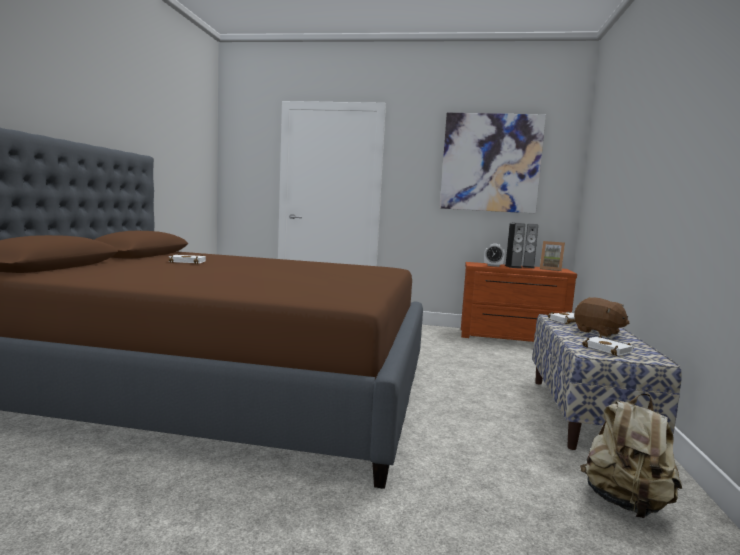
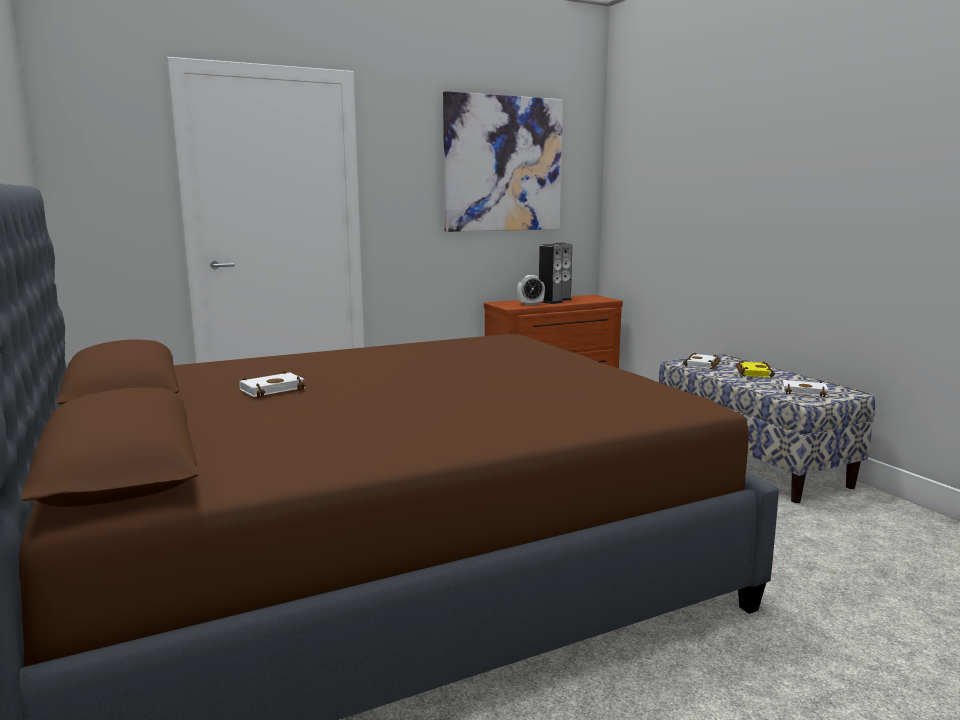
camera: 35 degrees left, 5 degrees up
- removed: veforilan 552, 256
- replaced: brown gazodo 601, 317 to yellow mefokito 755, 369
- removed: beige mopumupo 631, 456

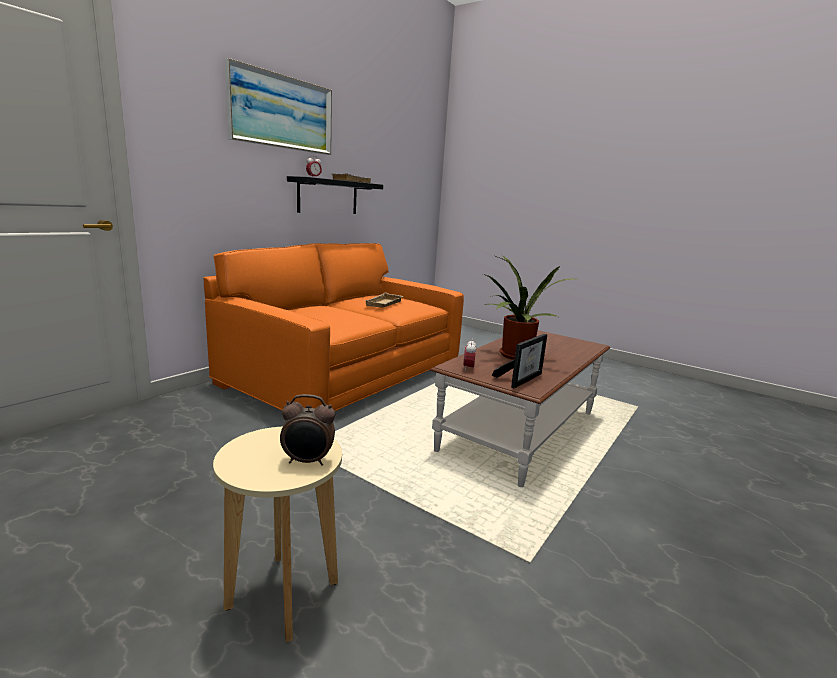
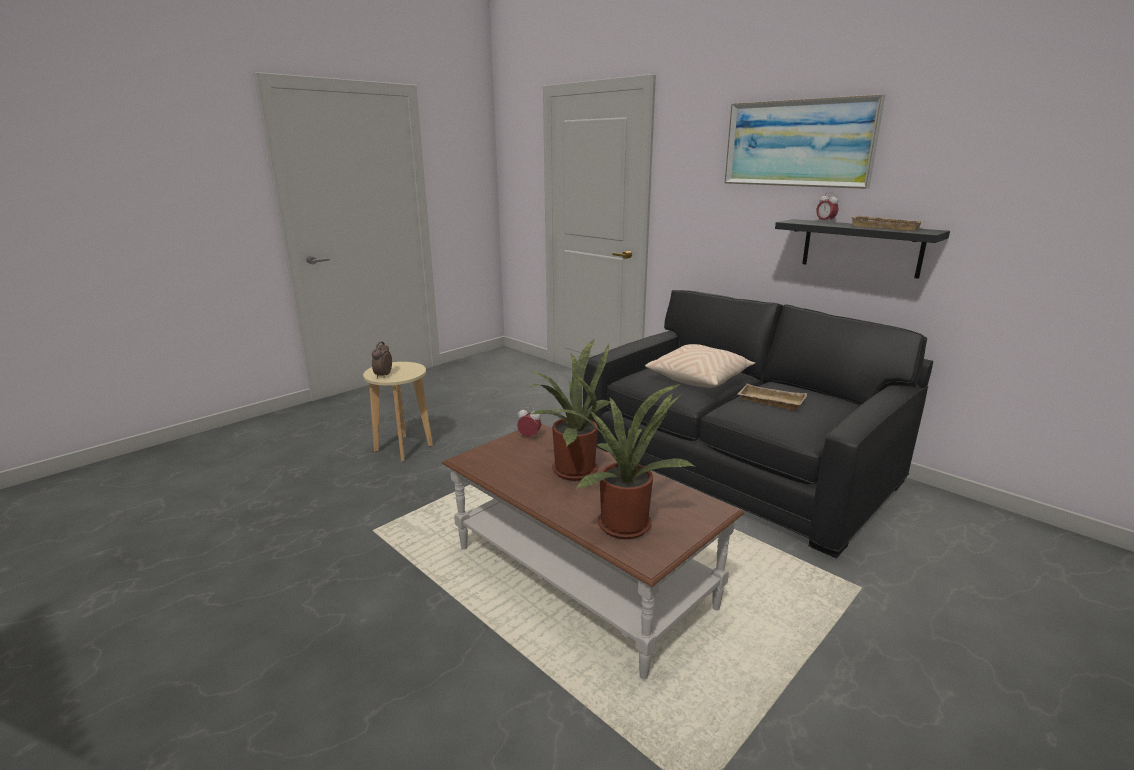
camera: 100 degrees right, 5 degrees up
- recoloured: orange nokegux 334, 327 to black nokegux 758, 424
- removed: veforilan 519, 361
- added: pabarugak 623, 461
- added: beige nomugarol 700, 366

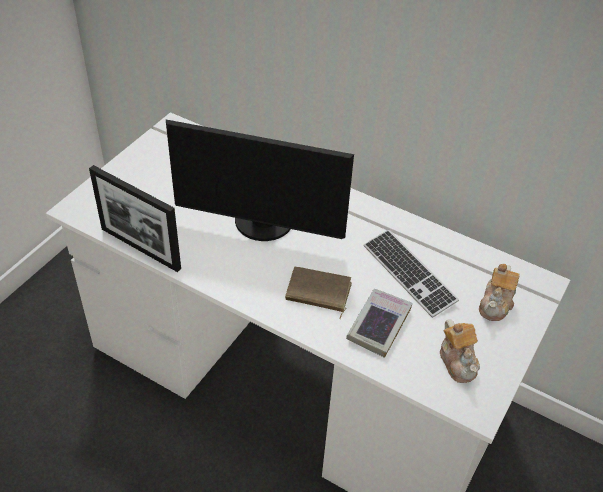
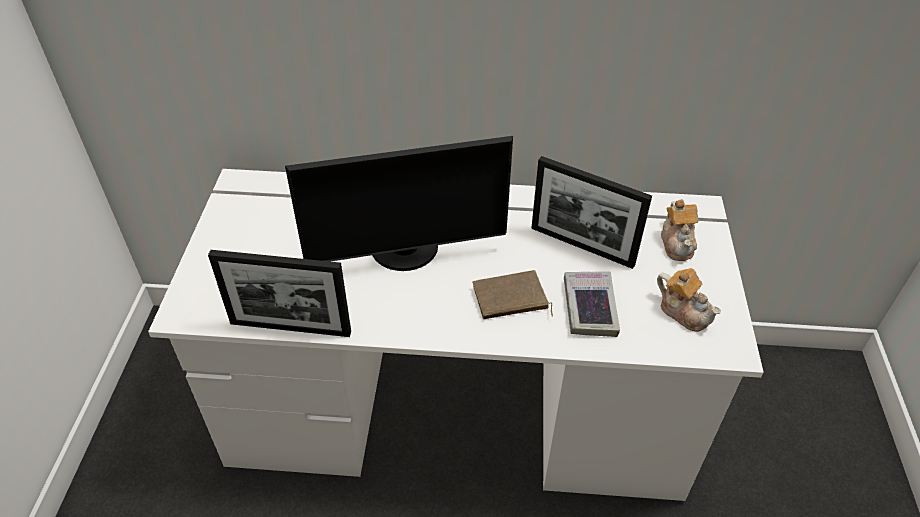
camera: 25 degrees left, 0 degrees up
- replaced: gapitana 411, 274 to veforilan 591, 212

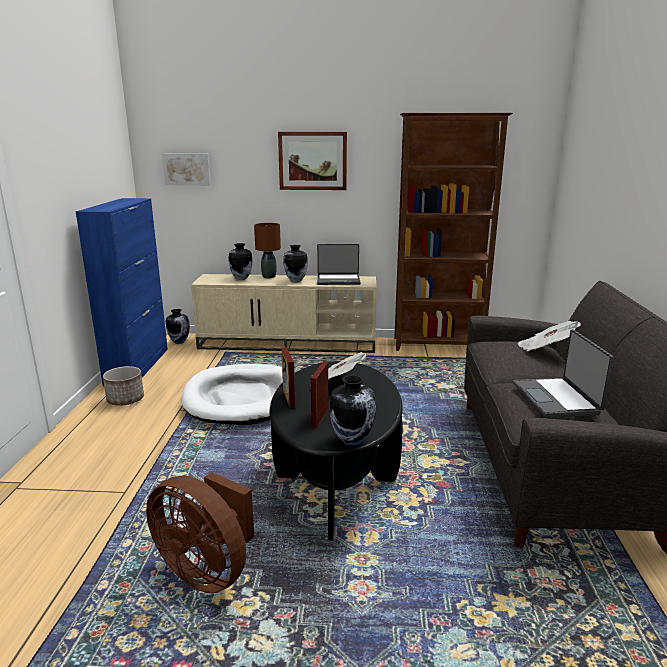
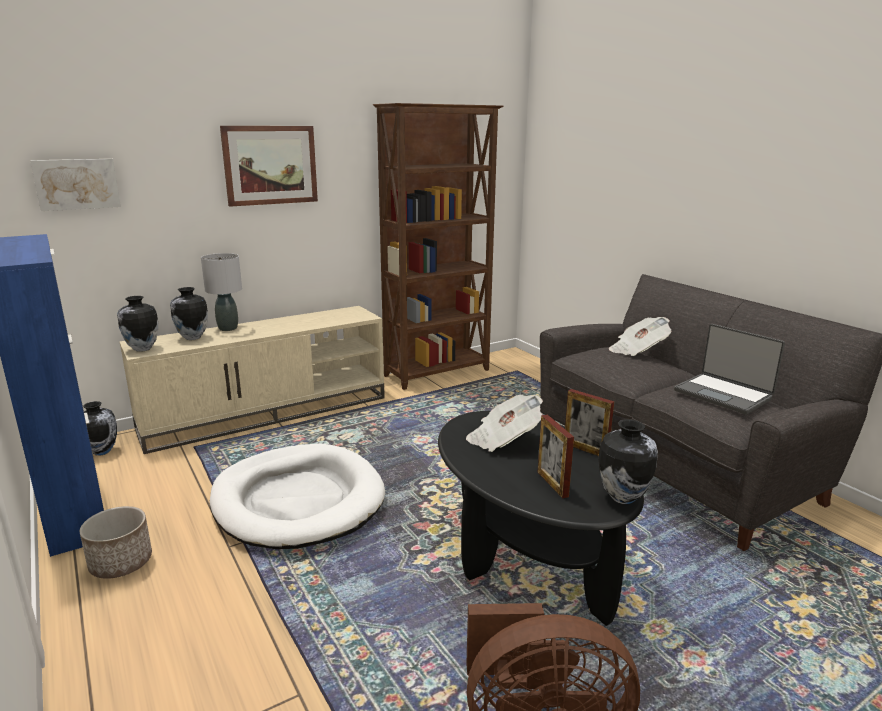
camera: 35 degrees left, 0 degrees up
- recoloured: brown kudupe 267, 250 to grey kudupe 221, 292
- moved: veforilan 288, 378 to 589, 422
- moved: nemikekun 296, 263 to 137, 324
- removed: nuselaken 339, 264

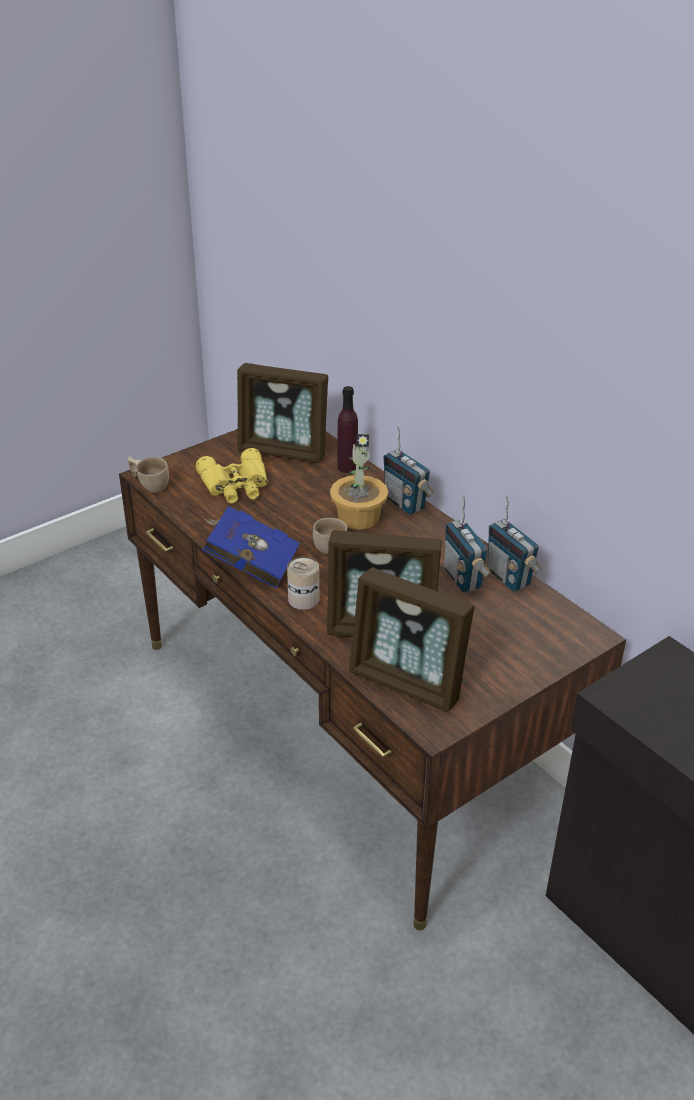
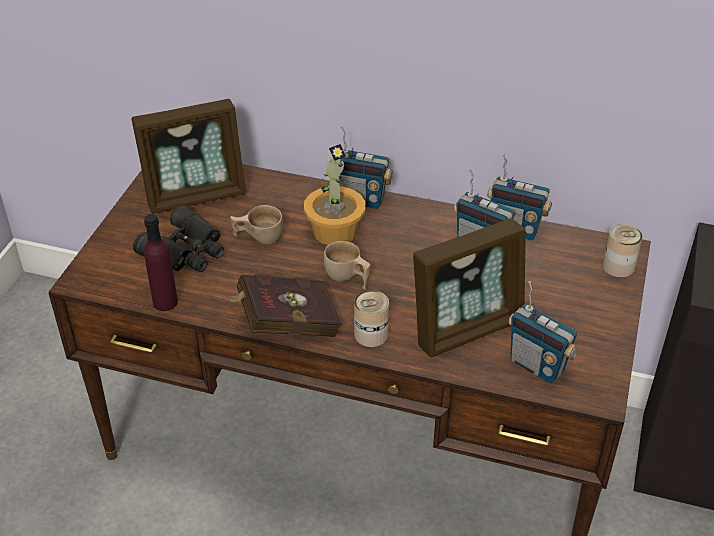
camera: 35 degrees left, 5 degrees up
- moved: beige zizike 148, 474 to 256, 224
- recoloured: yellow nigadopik 232, 475 to black nigadopik 178, 238
- recoloured: blue mefokito 251, 547 to red mefokito 283, 305
- moved: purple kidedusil 348, 429 to 161, 262
- replaced: veforilan 412, 639 to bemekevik 543, 332
- added: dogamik 623, 250

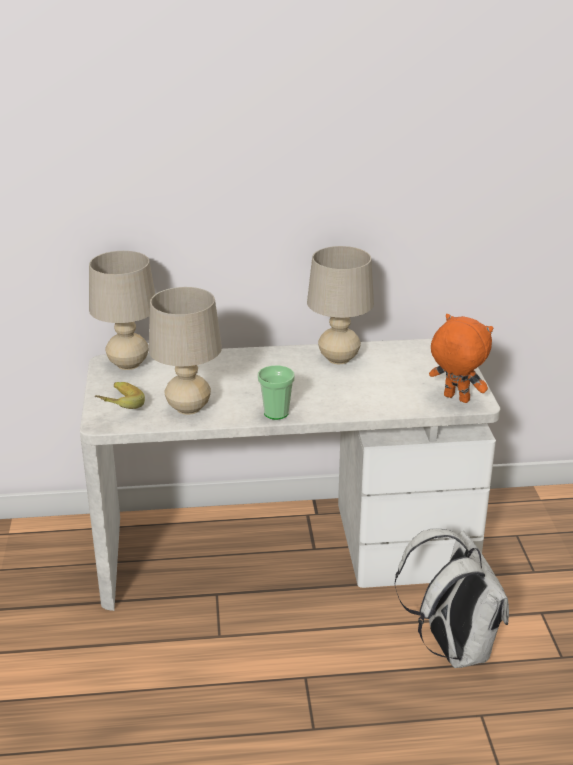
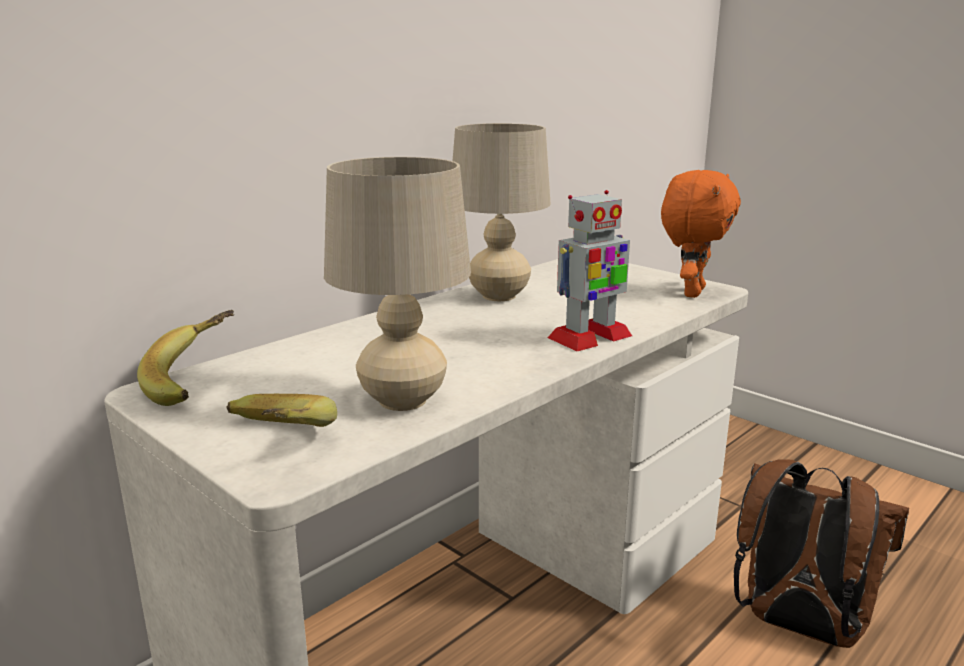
camera: 40 degrees left, 10 degrees down
- replaced: beige kudupe 122, 310 to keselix 185, 358
- removed: zizike 276, 392
- recoloured: white mopumupo 452, 598 to brown mopumupo 821, 554
- turned: orange gazodo 461, 358 = 701, 234 120 degrees clockwise
- added: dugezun 589, 270

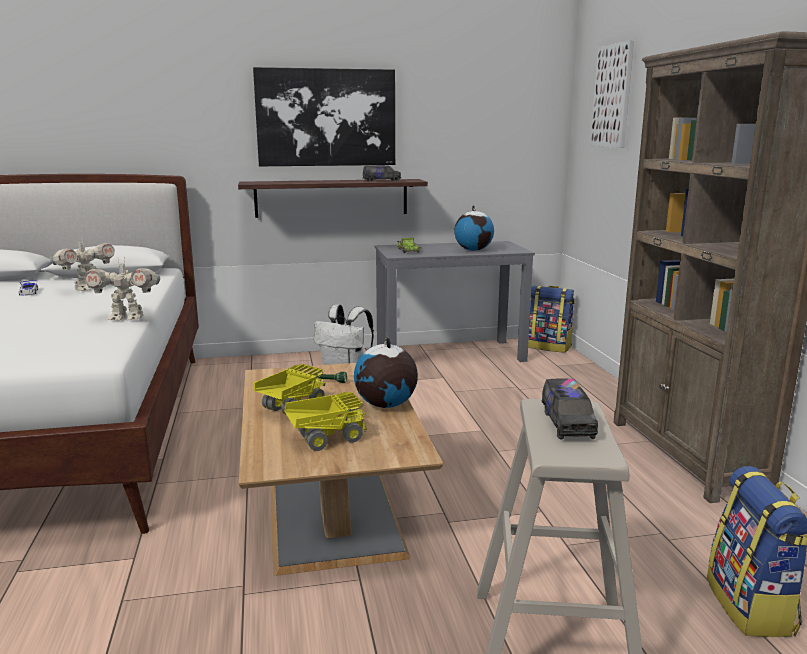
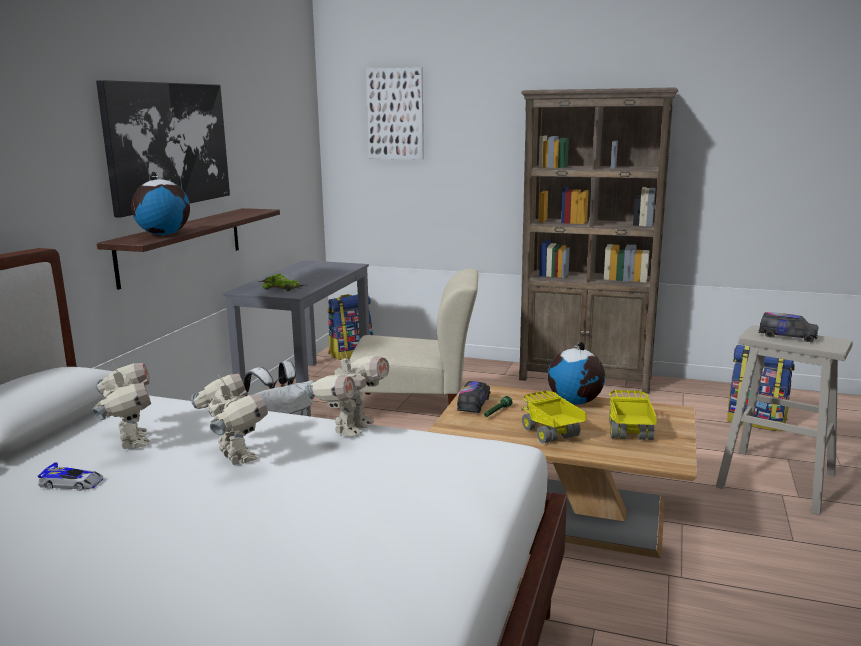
camera: 60 degrees left, 0 degrees up
- moved: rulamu 381, 173 to 474, 397
- moved: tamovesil 474, 228 to 160, 203
- added: dugezun 229, 419
- added: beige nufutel 414, 336

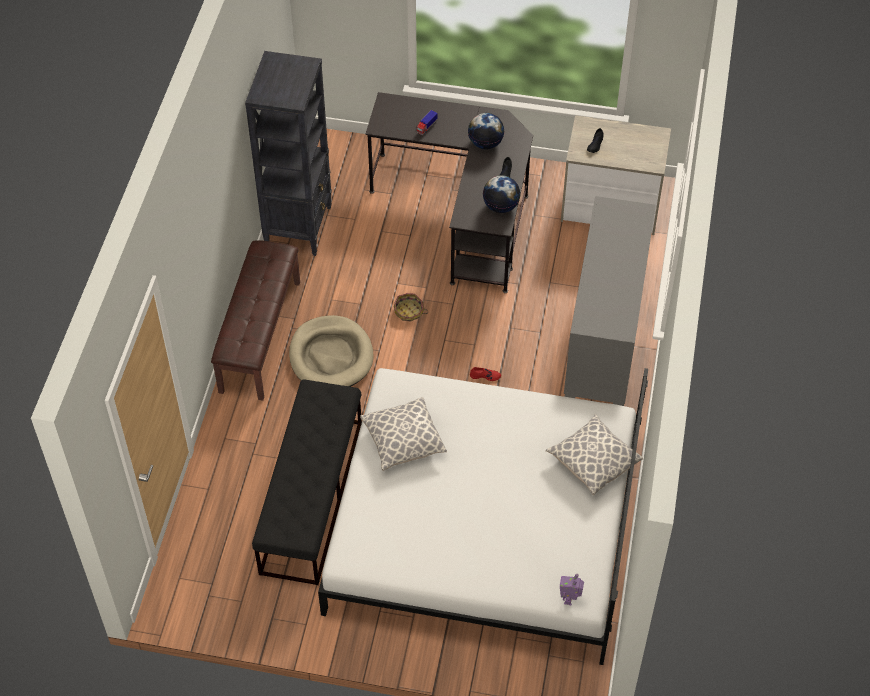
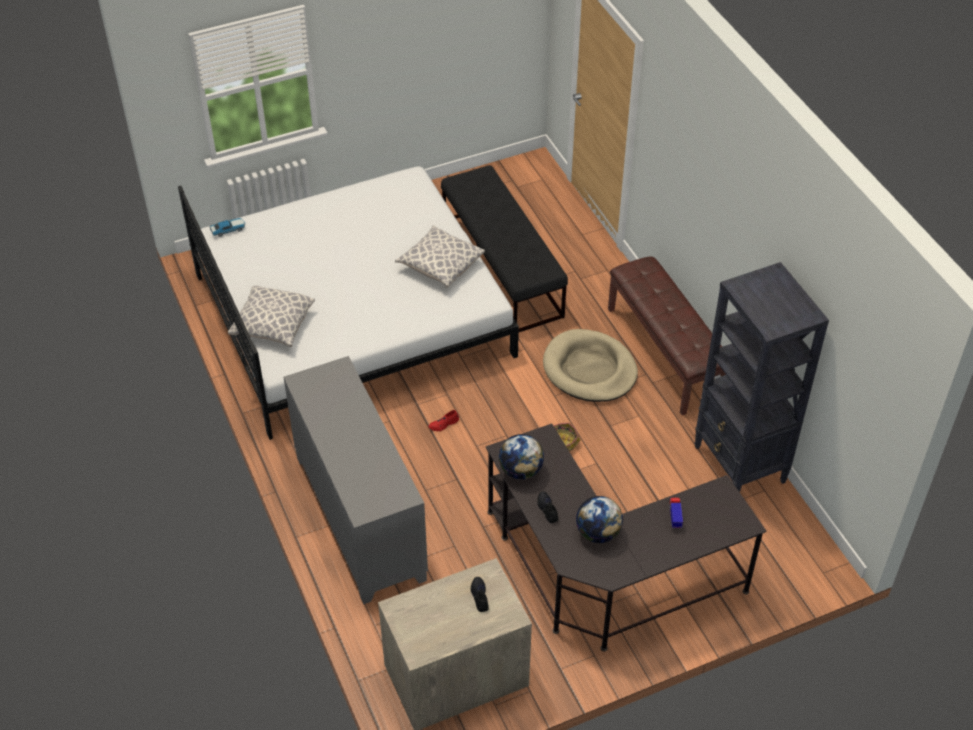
camera: 145 degrees right, 5 degrees down
- replaced: dugezun 572, 590 to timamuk 227, 227

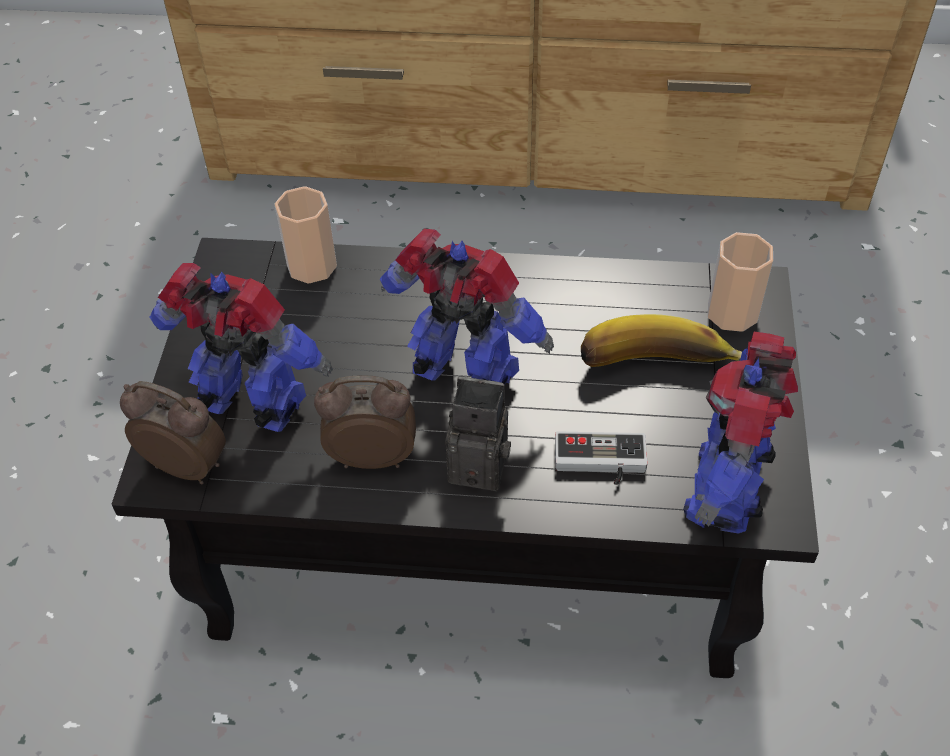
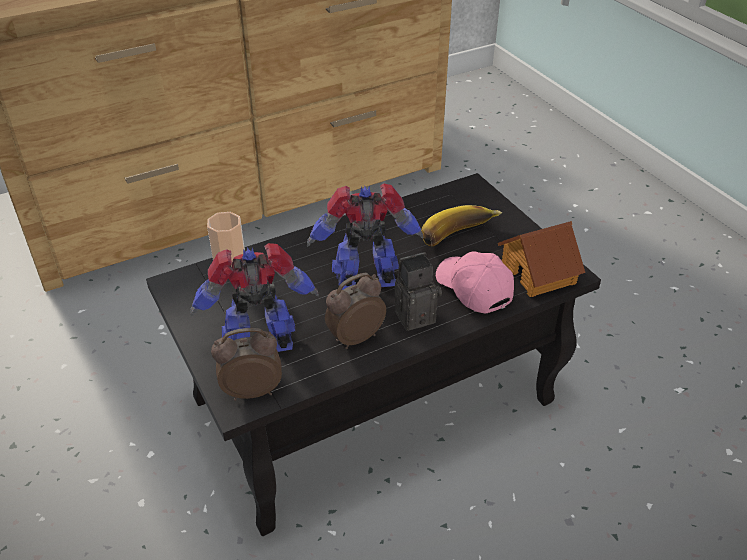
camera: 35 degrees left, 10 degrees down
- replaced: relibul 601, 458 to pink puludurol 475, 282
- replaced: dugezun 740, 433 to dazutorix 541, 259
- removed: zizike 740, 282

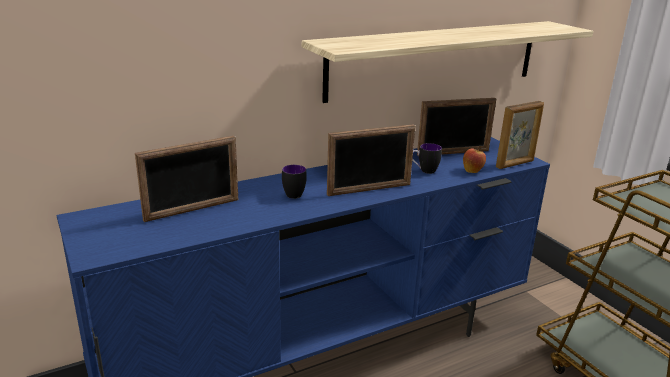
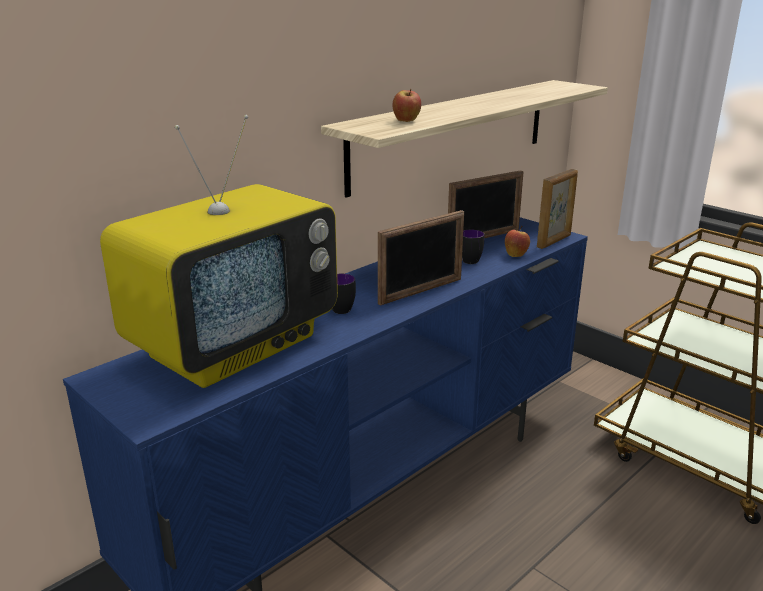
camera: 15 degrees left, 0 degrees up
- replaced: veforilan 186, 179 to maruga 219, 251
- added: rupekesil 407, 105

